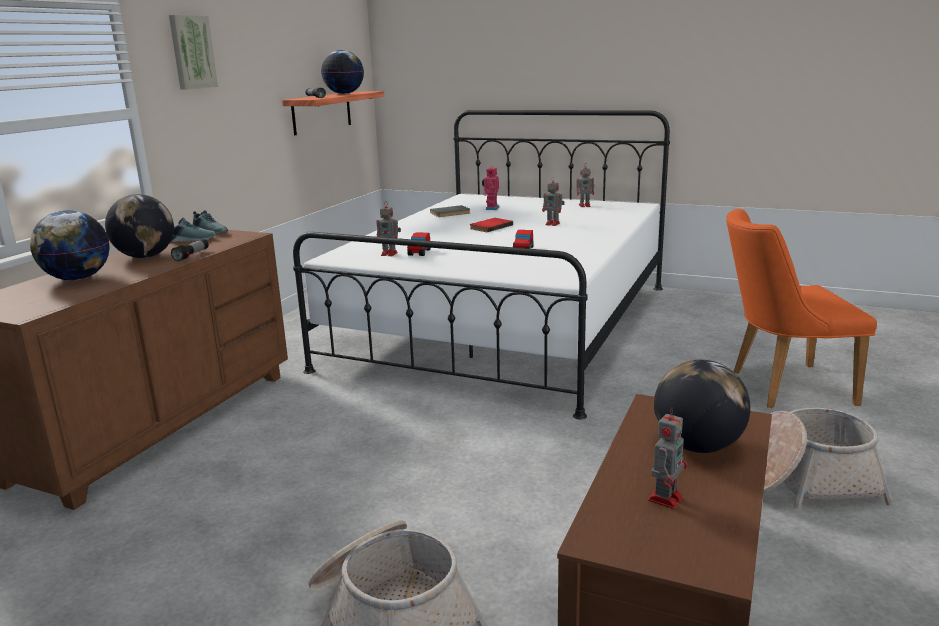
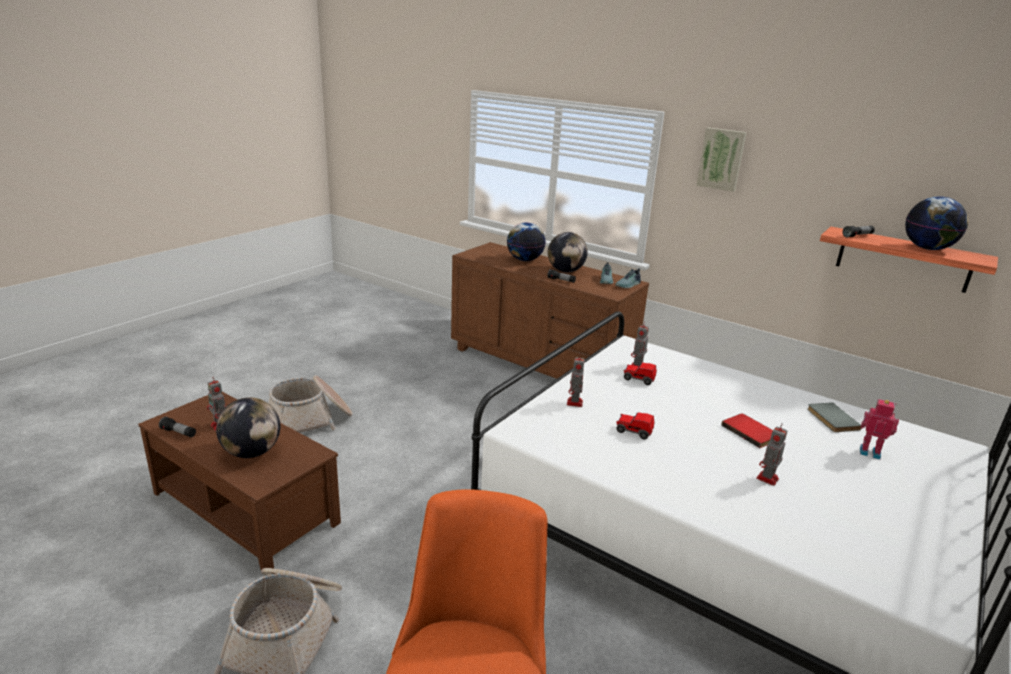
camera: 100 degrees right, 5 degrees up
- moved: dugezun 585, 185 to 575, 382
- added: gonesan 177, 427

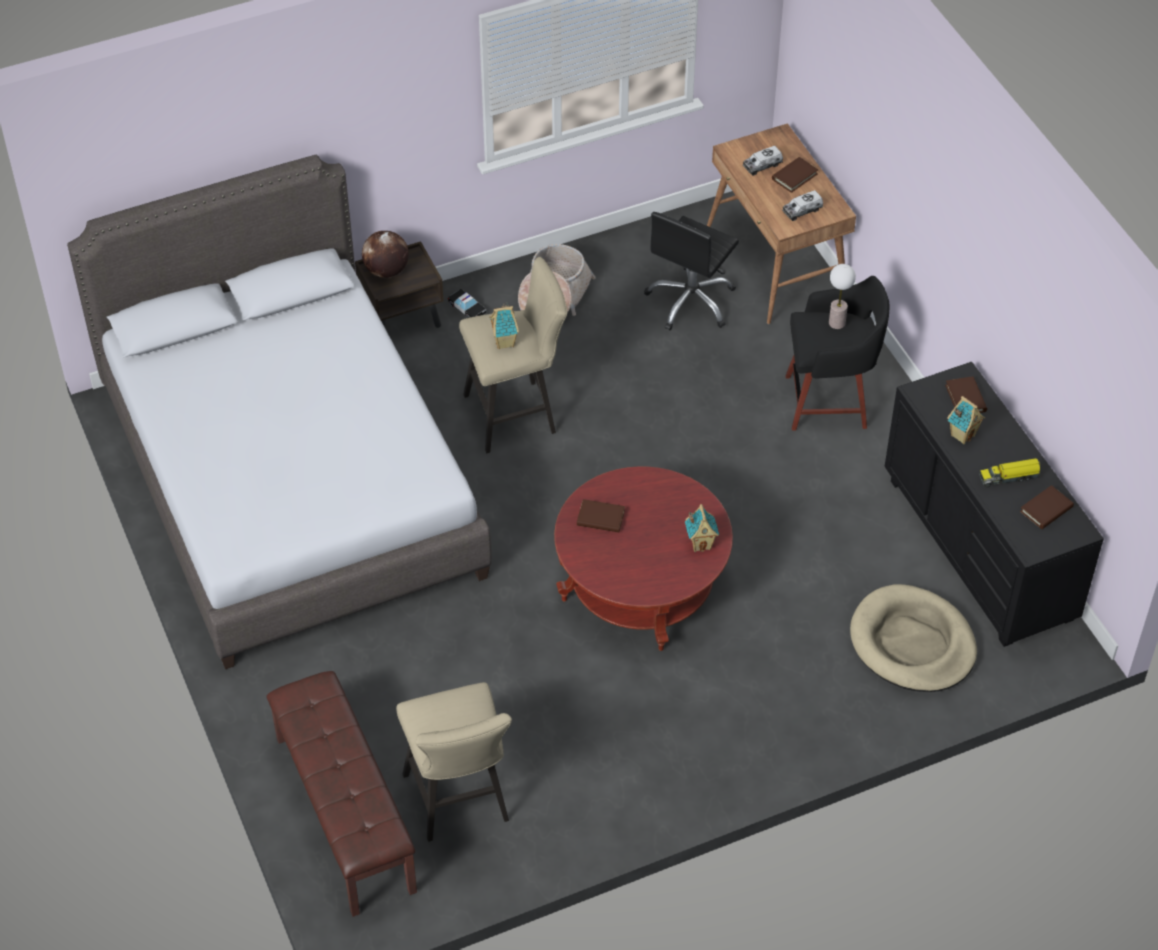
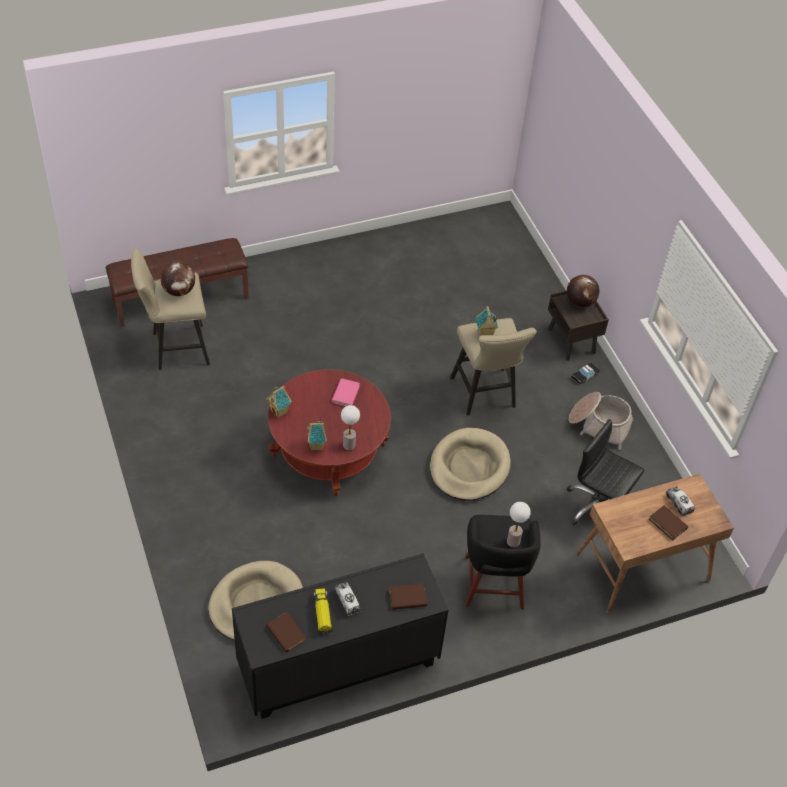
camera: 90 degrees right, 0 degrees up
- removed: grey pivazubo 279, 412
- recoloured: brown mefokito 601, 515 to pink mefokito 346, 392
- moved: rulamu 802, 205 to 347, 599
- moved: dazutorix 966, 420 to 279, 401
- added: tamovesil 178, 279
- added: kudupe 350, 427
- added: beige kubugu 470, 464

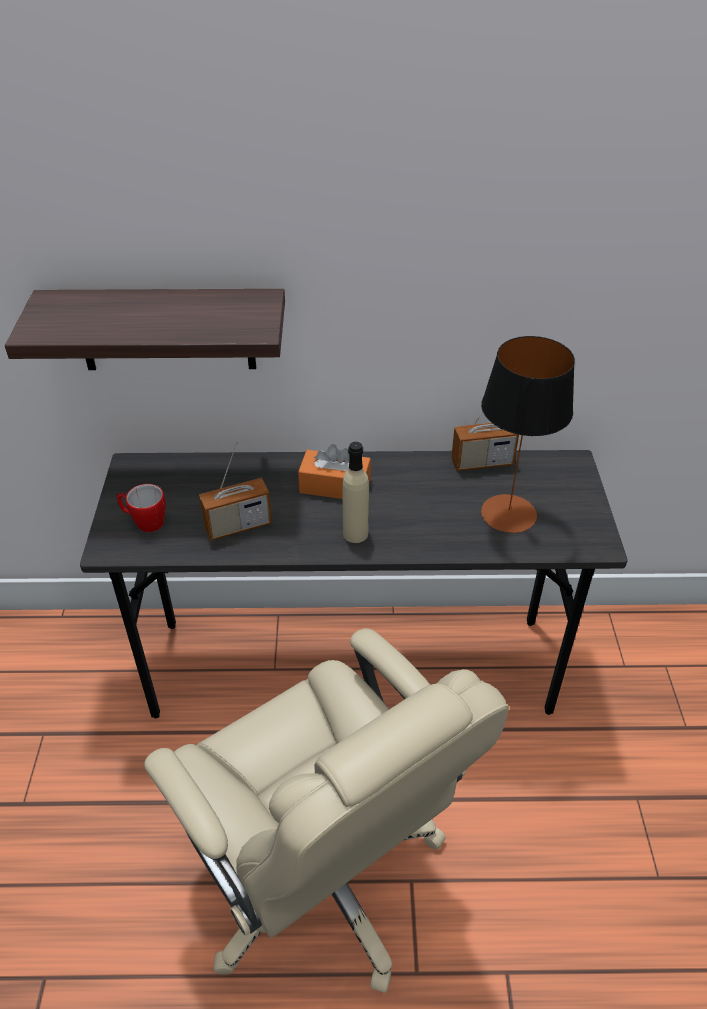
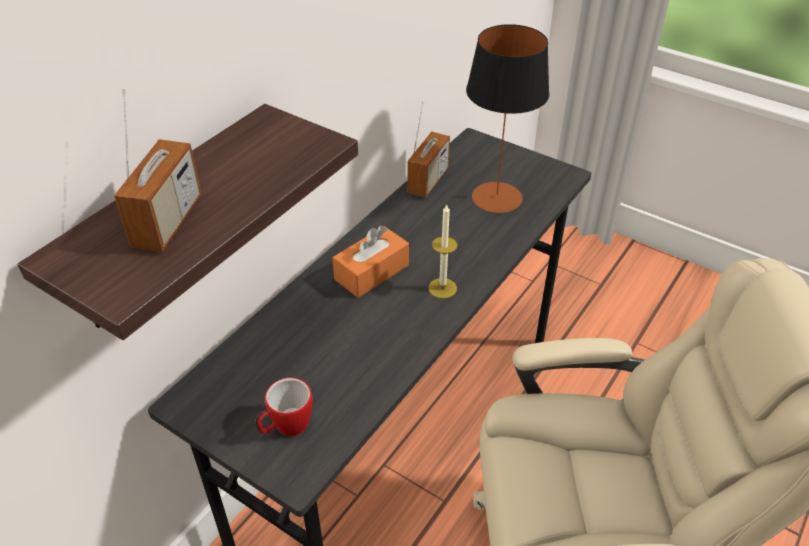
camera: 55 degrees left, 0 degrees up
- moved: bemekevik 235, 491 to 158, 170
- replaced: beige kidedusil 355, 492 to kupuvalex 442, 251

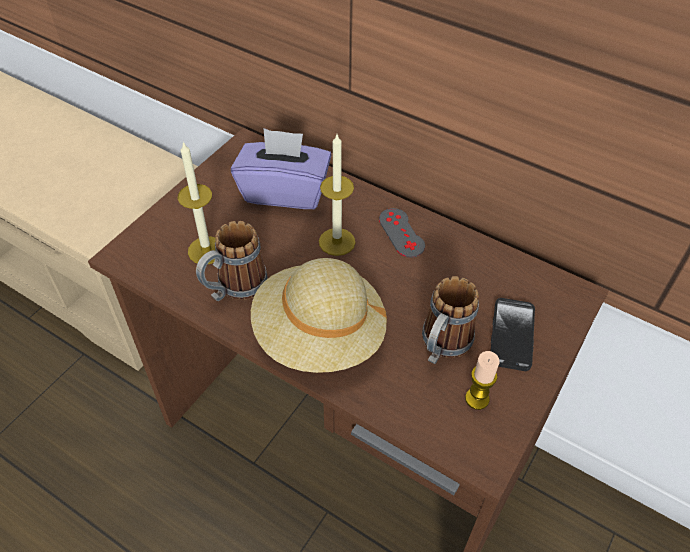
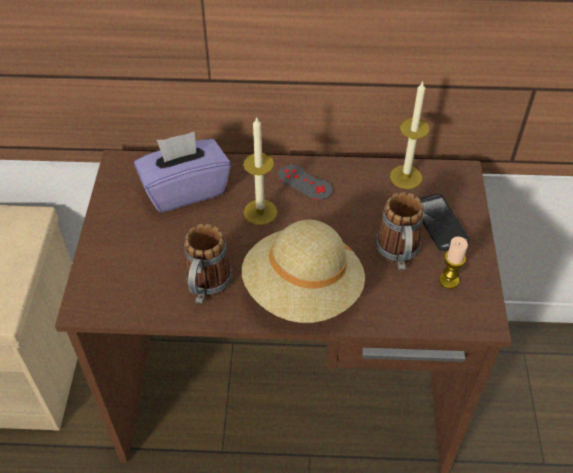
camera: 30 degrees left, 0 degrees up
- moved: kupuvalex 196, 203 to 409, 135

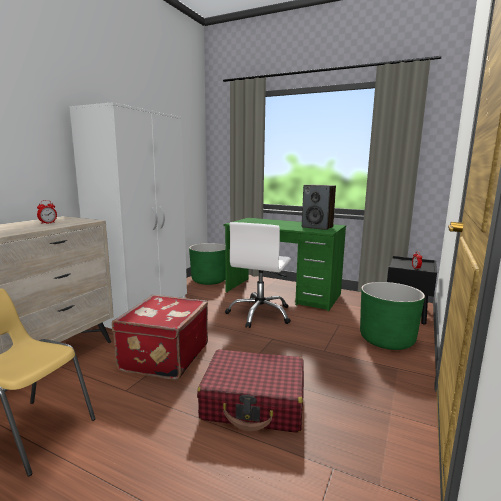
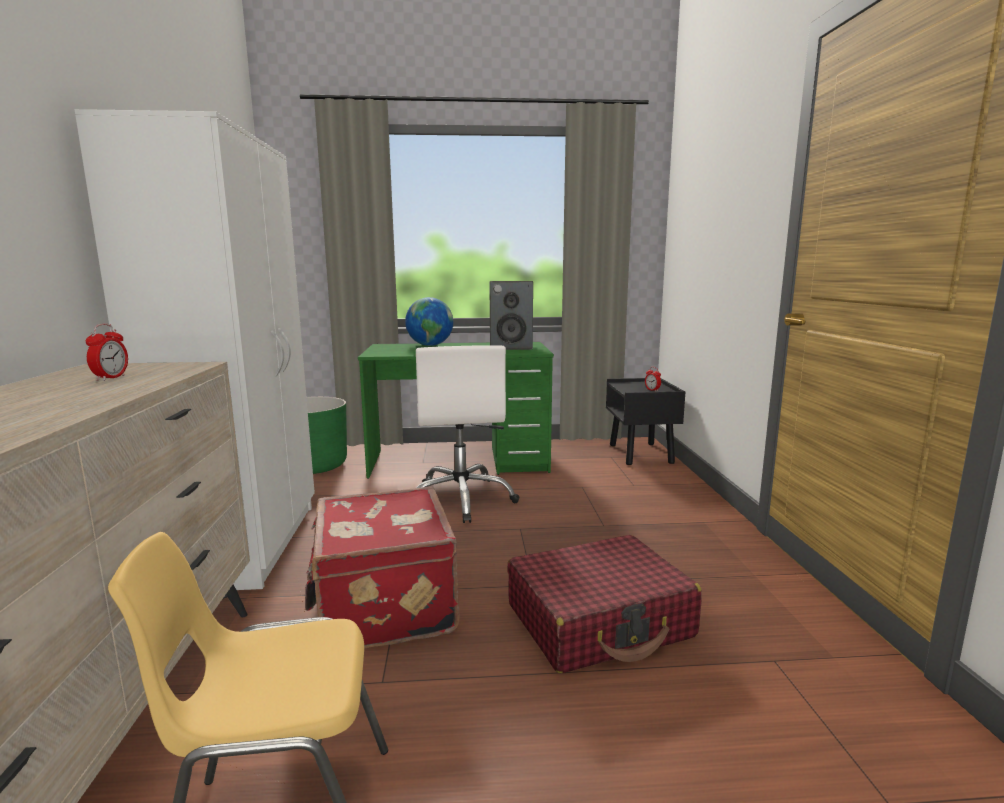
camera: 30 degrees left, 0 degrees up
- removed: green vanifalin 392, 316
- added: tamovesil 429, 321

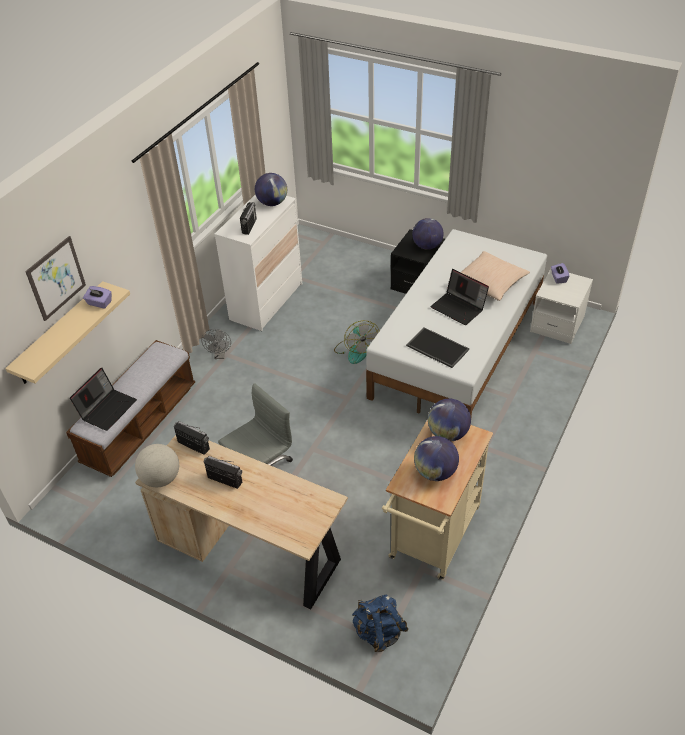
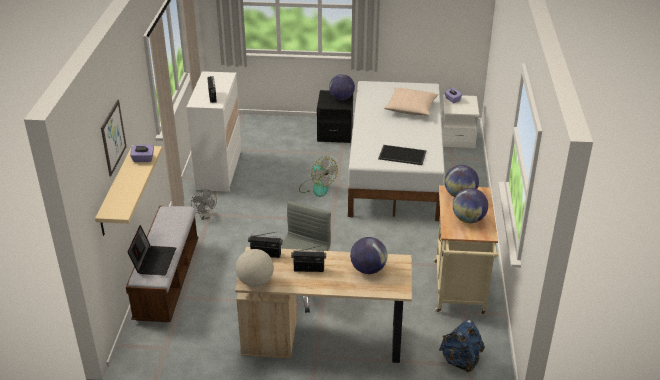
camera: 25 degrees left, 10 degrees down
- moved: tamovesil 271, 189 to 368, 255
- removed: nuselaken 460, 297

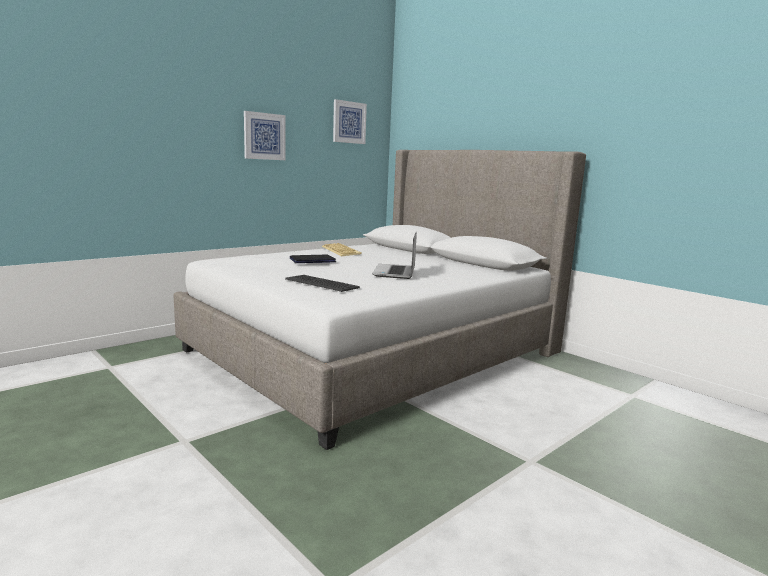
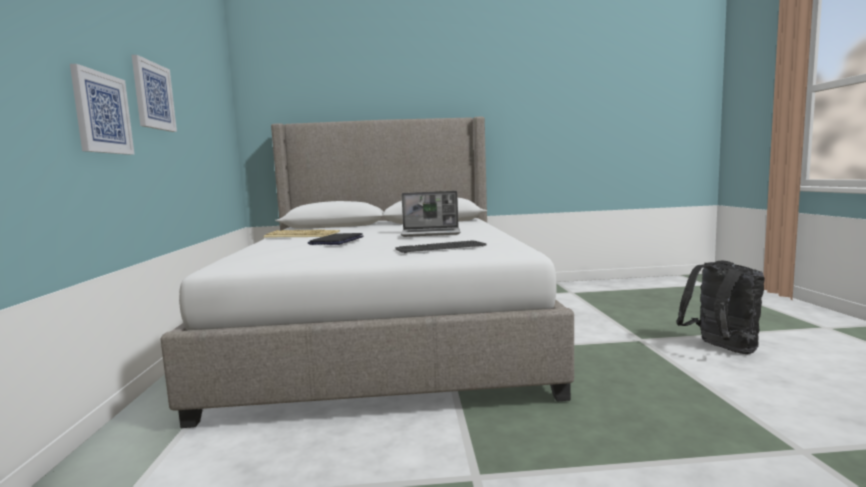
camera: 50 degrees left, 5 degrees down
- moved: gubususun 350, 121 to 102, 109
- turned: nuselaken 394, 255 = 431, 214 45 degrees counterclockwise
- added: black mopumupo 720, 307

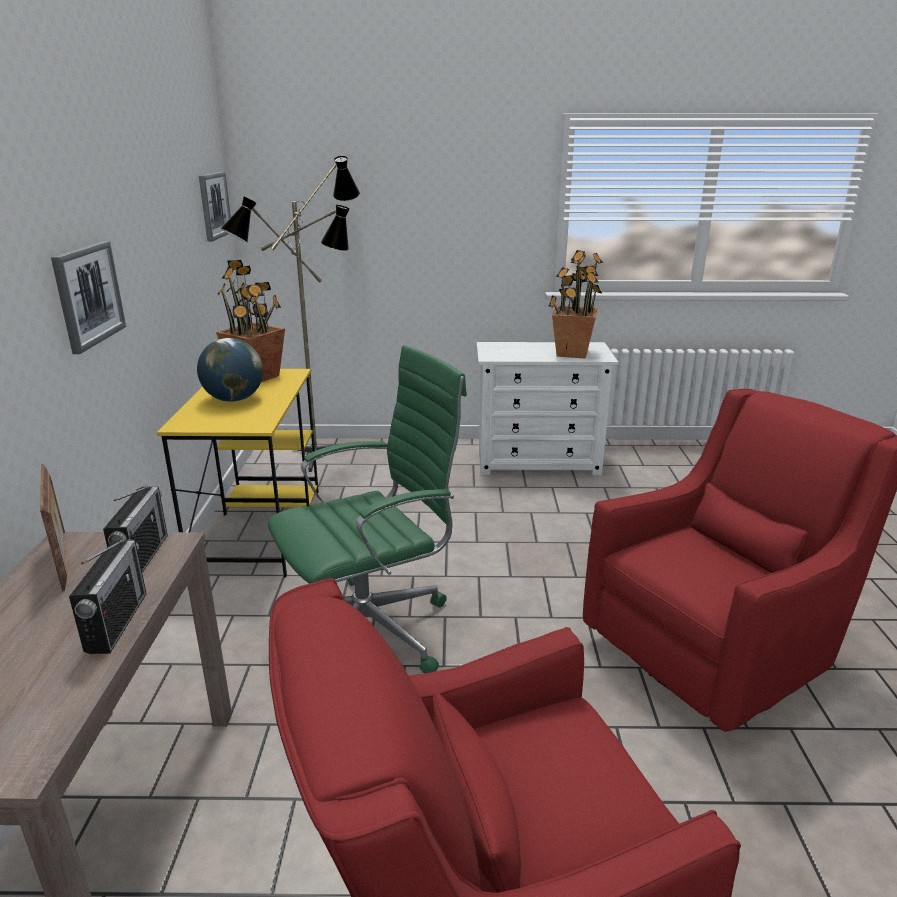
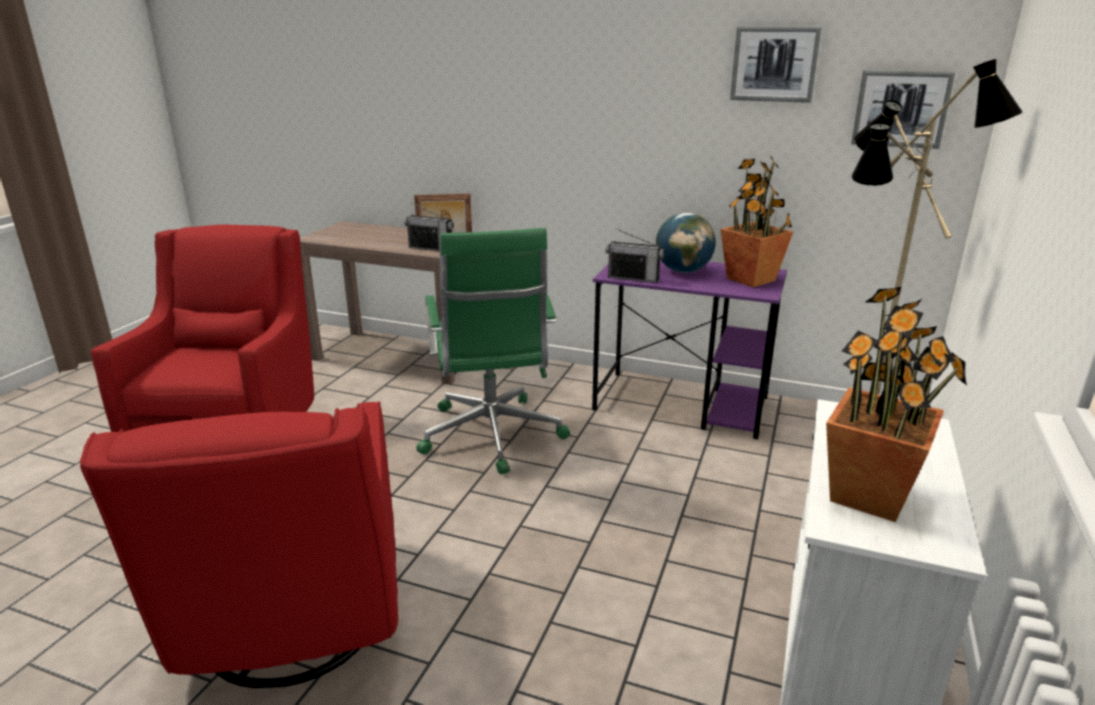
camera: 110 degrees right, 0 degrees up
- moved: gubususun 88, 297 to 776, 65
- moved: bemekevik 108, 596 to 635, 255
- recoloured: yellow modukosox 238, 473 to purple modukosox 689, 349

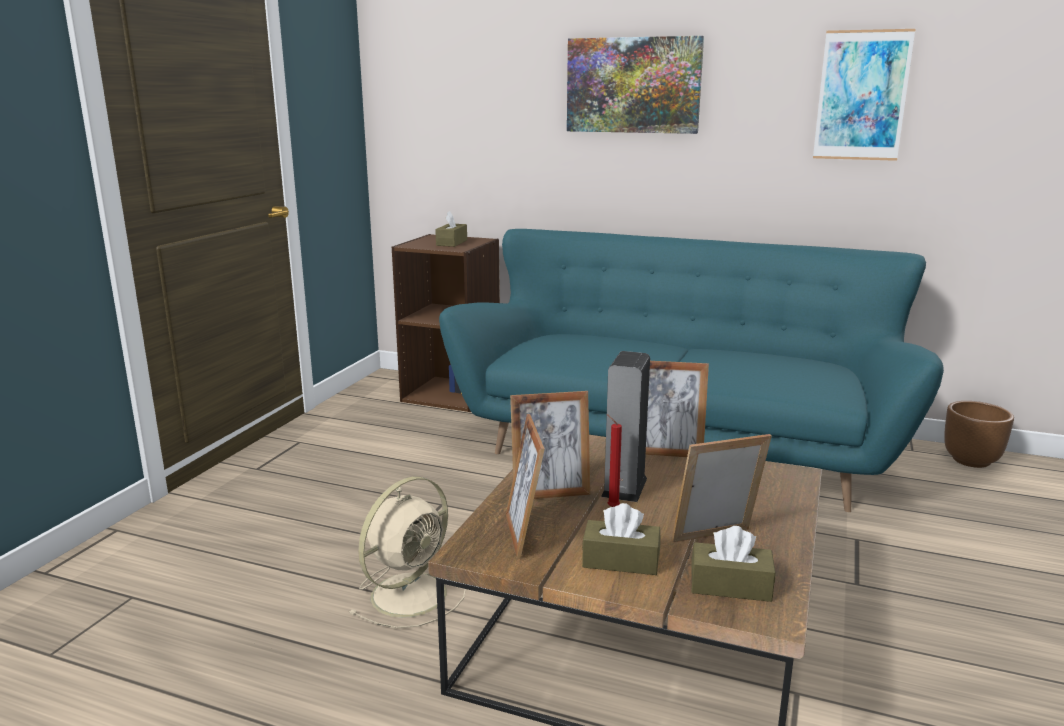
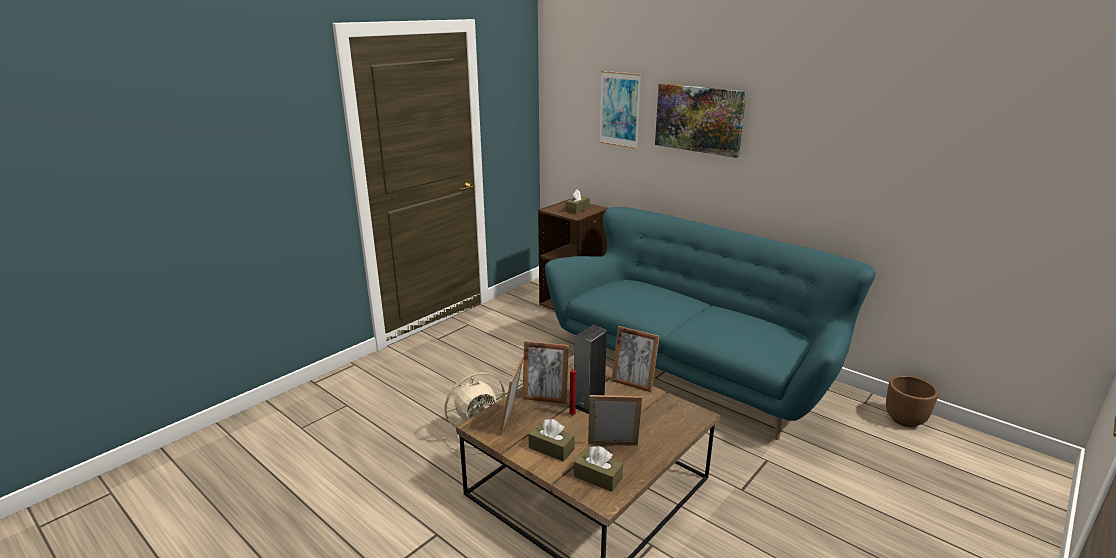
camera: 20 degrees right, 5 degrees up
- moved: gubususun 864, 95 to 620, 110

